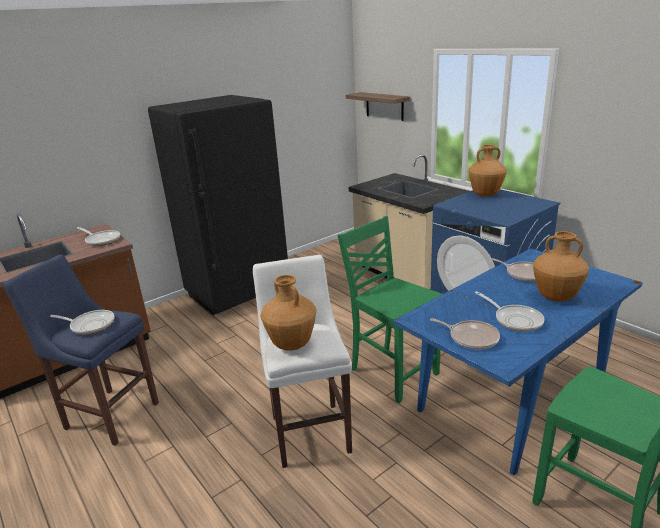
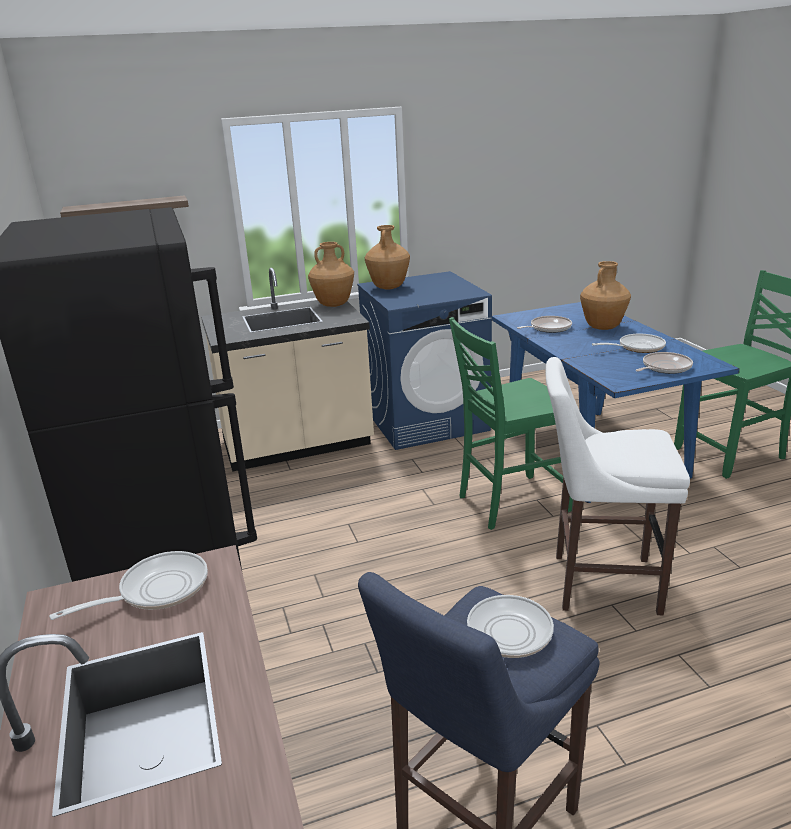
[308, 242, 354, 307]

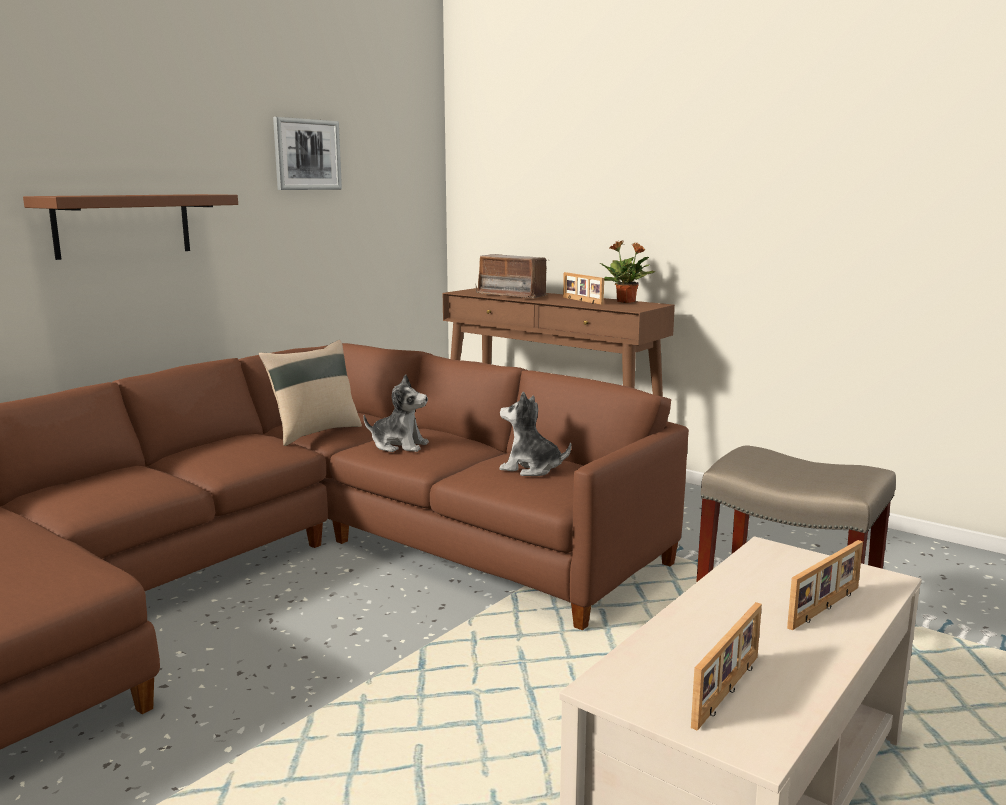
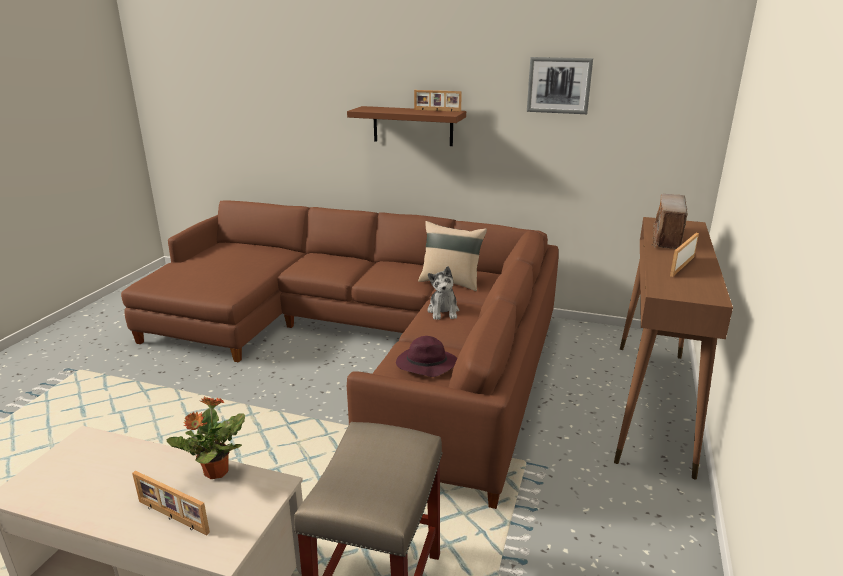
[396, 336, 457, 377]
[167, 396, 245, 479]
[414, 90, 462, 112]

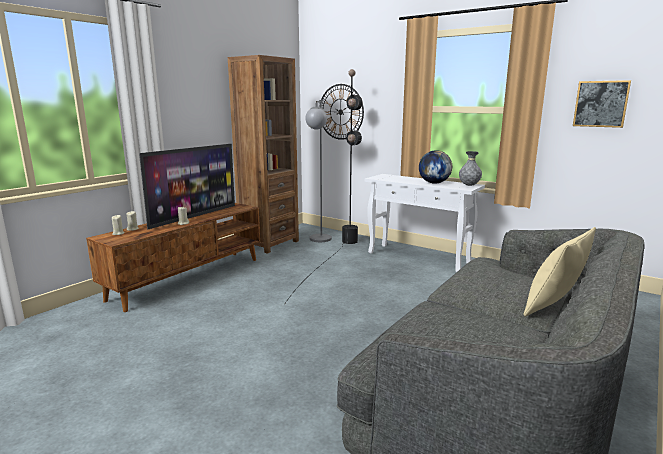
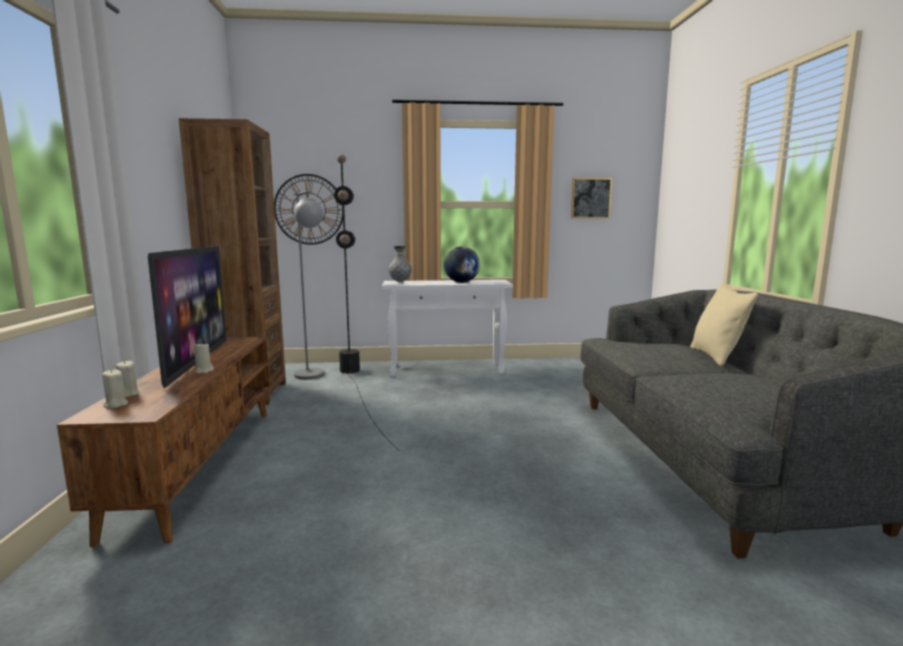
[388, 246, 412, 282]

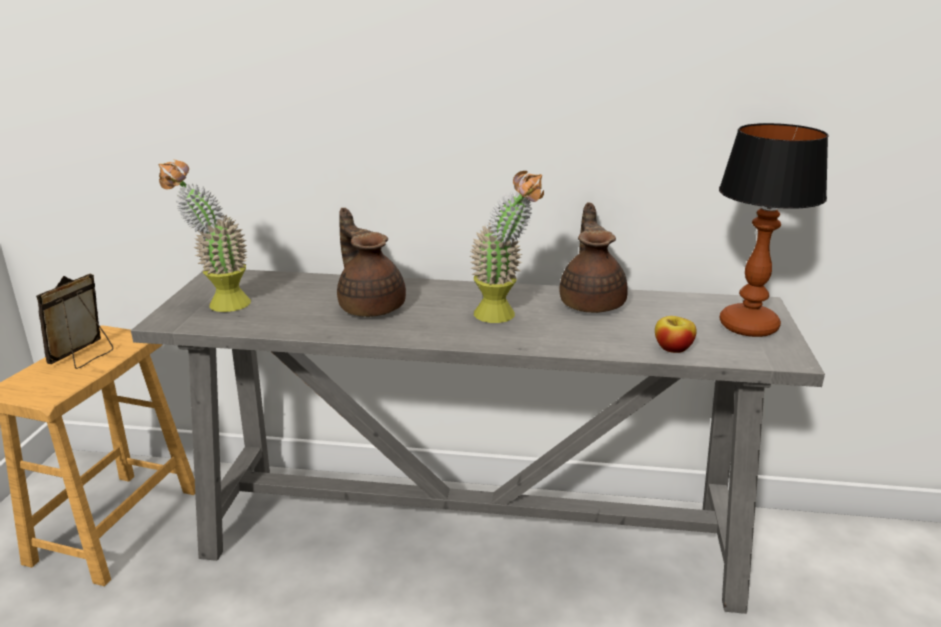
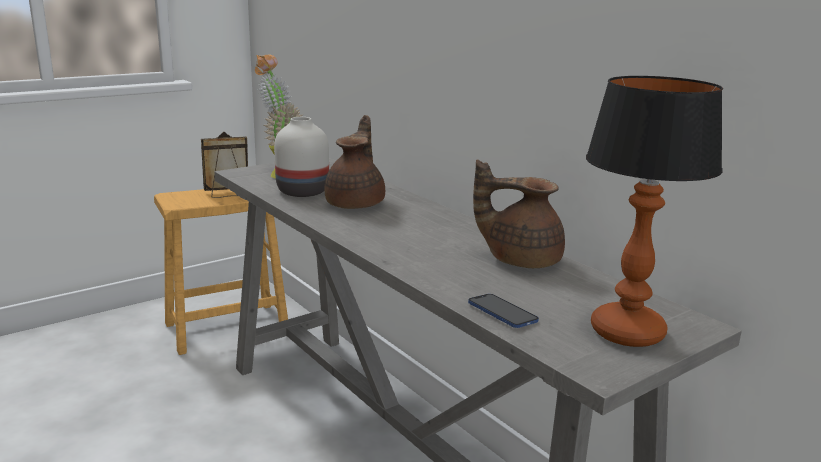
[470, 171, 544, 323] (first image)
[473, 159, 565, 268]
[468, 294, 539, 328]
[274, 117, 329, 197]

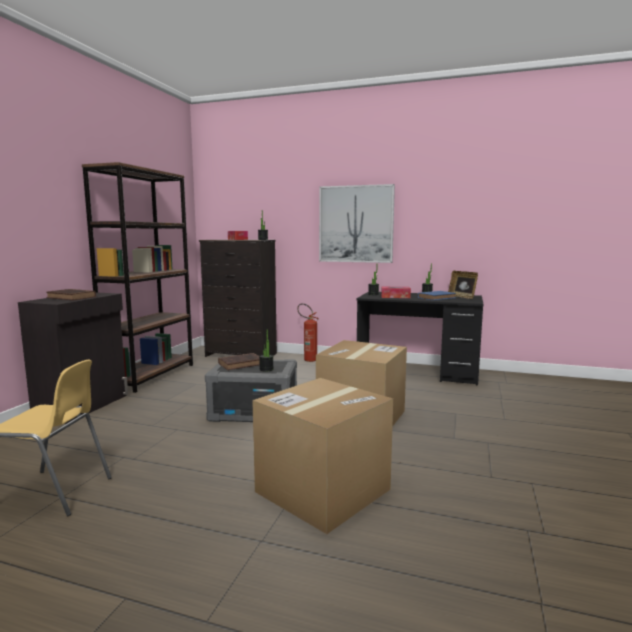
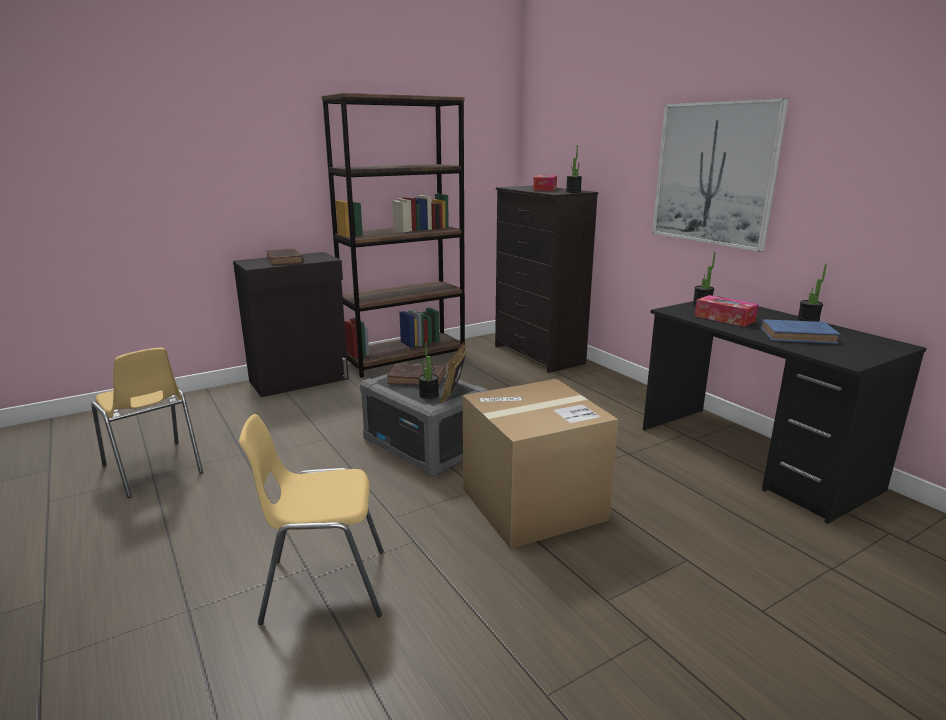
[239, 414, 384, 625]
[297, 303, 319, 362] (first image)
[440, 342, 466, 403]

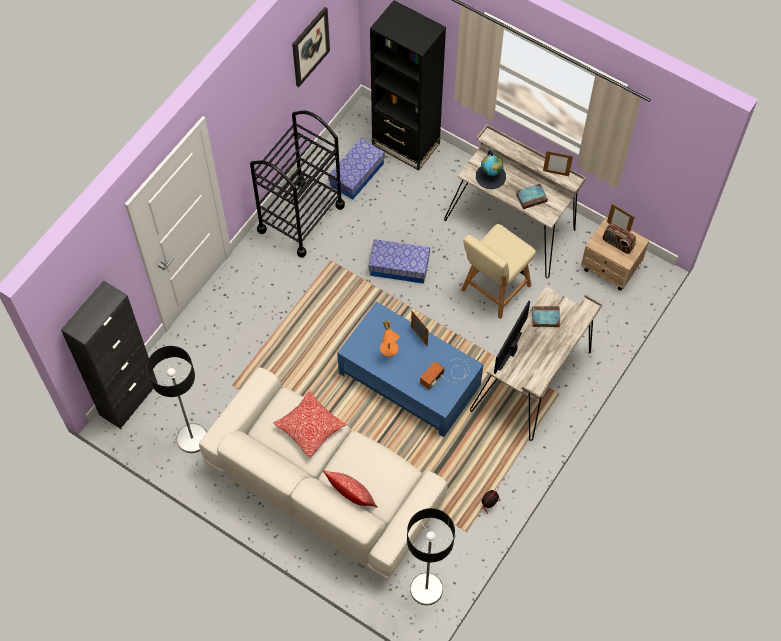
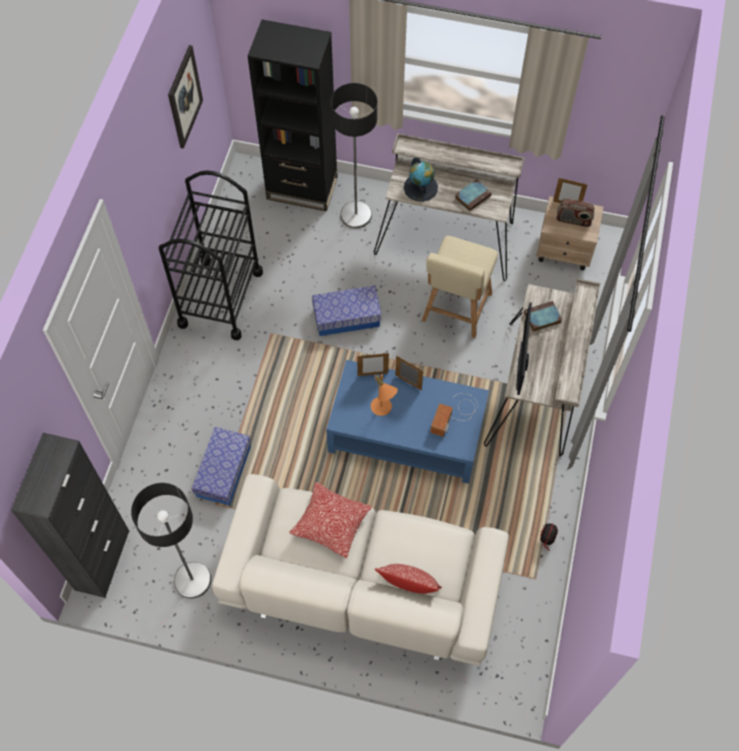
[191, 427, 251, 505]
[331, 83, 377, 228]
[357, 353, 389, 376]

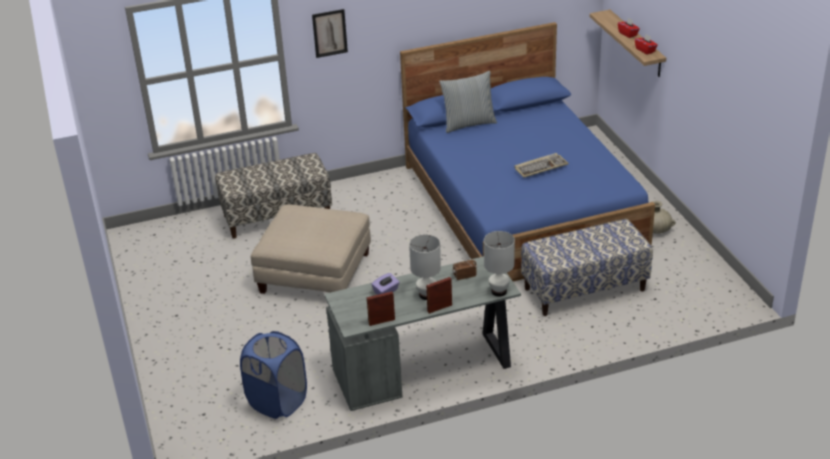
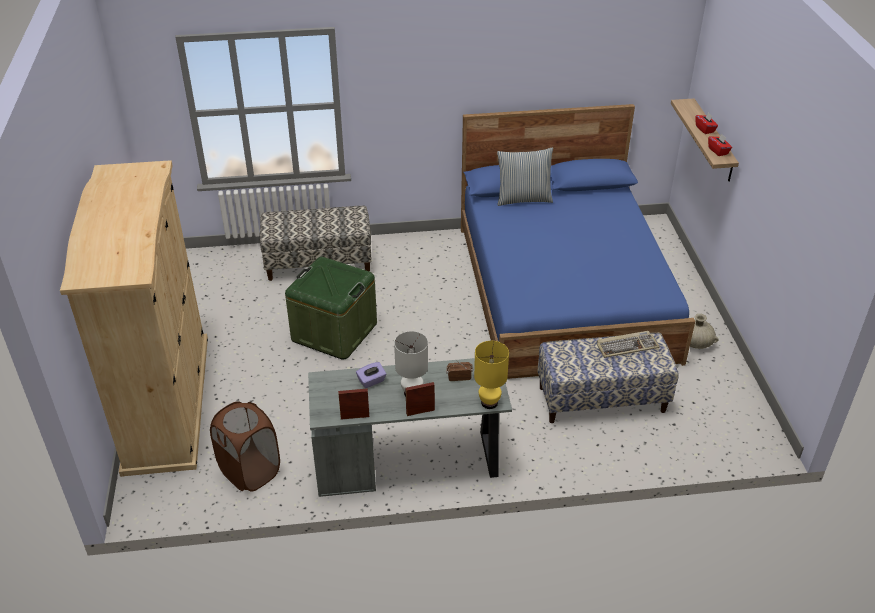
[210, 401, 280, 491]
[285, 257, 377, 359]
[312, 9, 348, 58] (first image)
[474, 341, 509, 409]
[597, 331, 660, 358]
[60, 160, 208, 477]

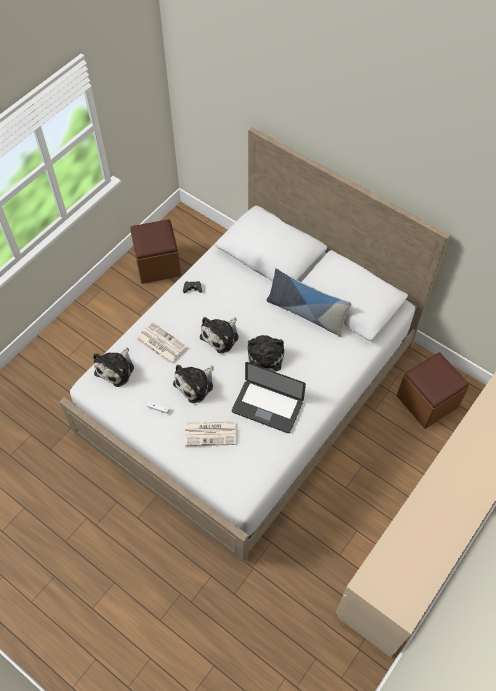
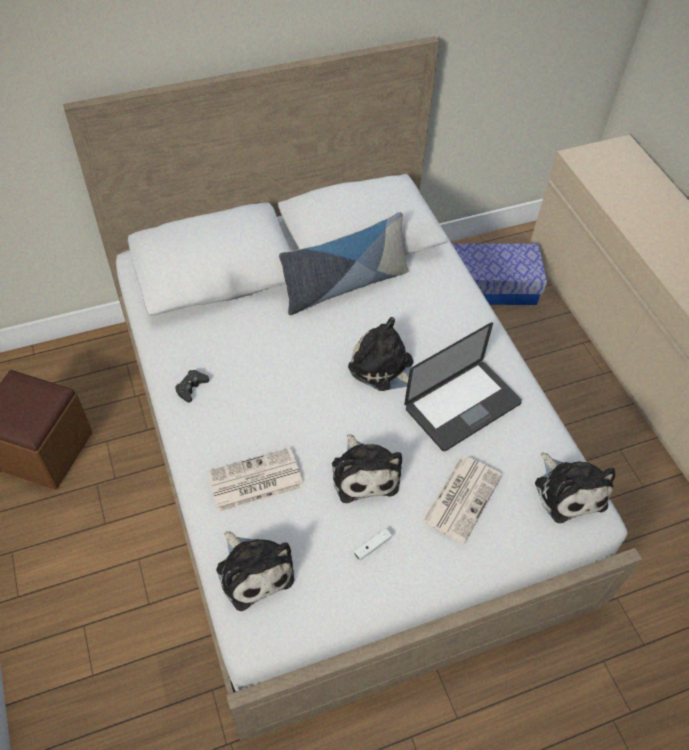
[535, 452, 615, 523]
[452, 243, 547, 305]

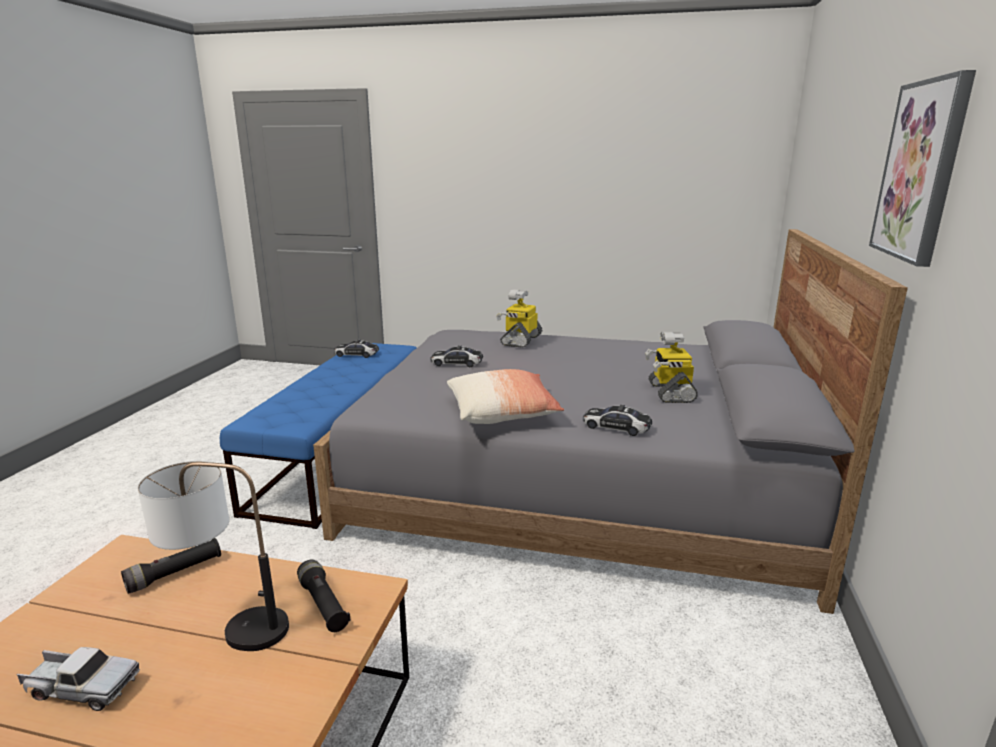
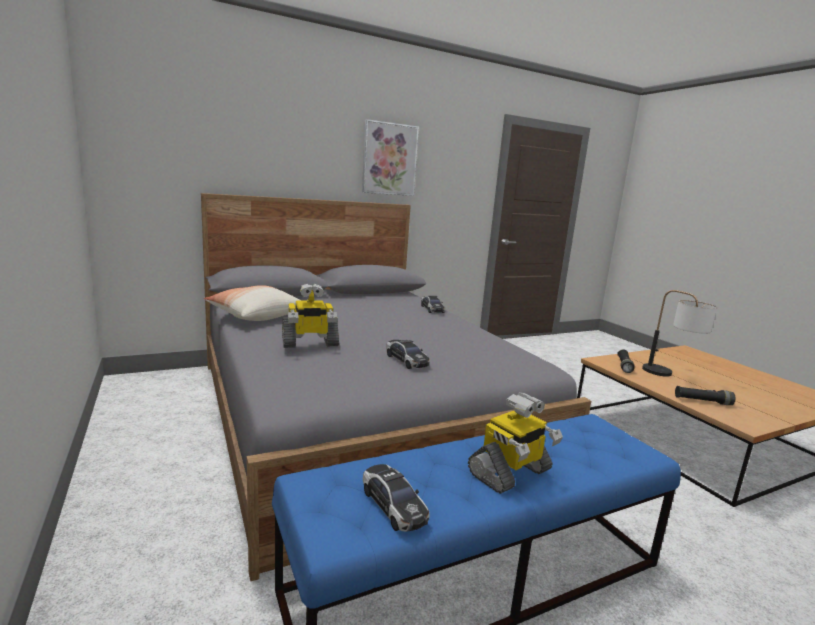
[17, 647, 140, 711] (first image)
[204, 285, 299, 321]
[468, 392, 563, 494]

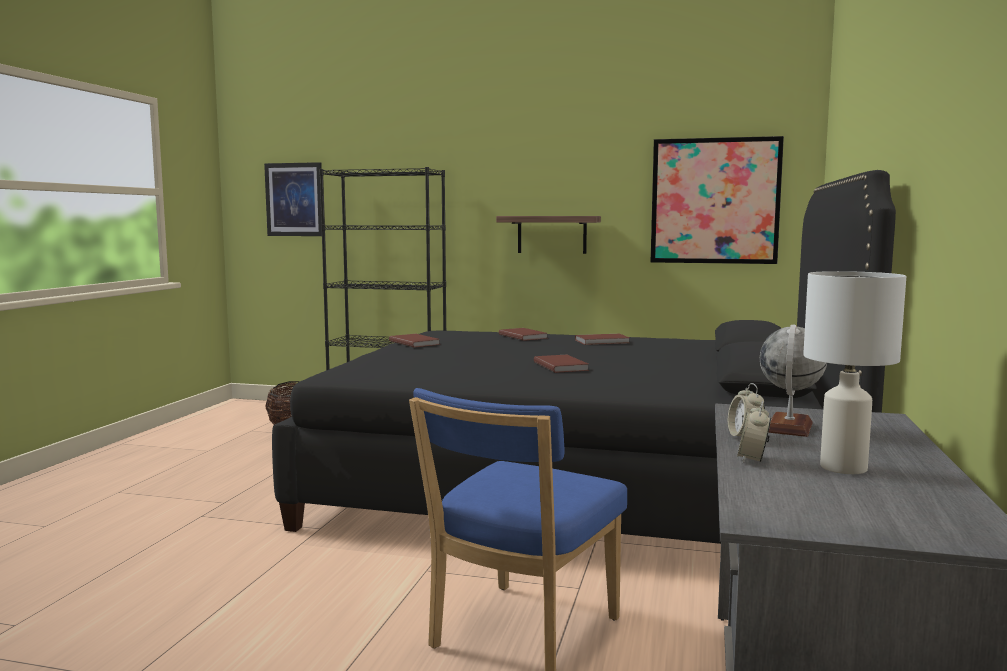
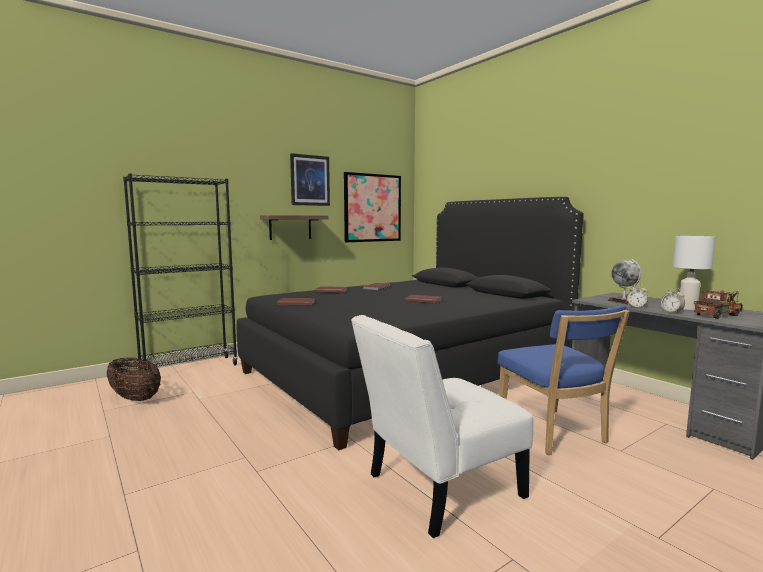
[290, 153, 330, 206]
[351, 315, 533, 538]
[694, 290, 743, 319]

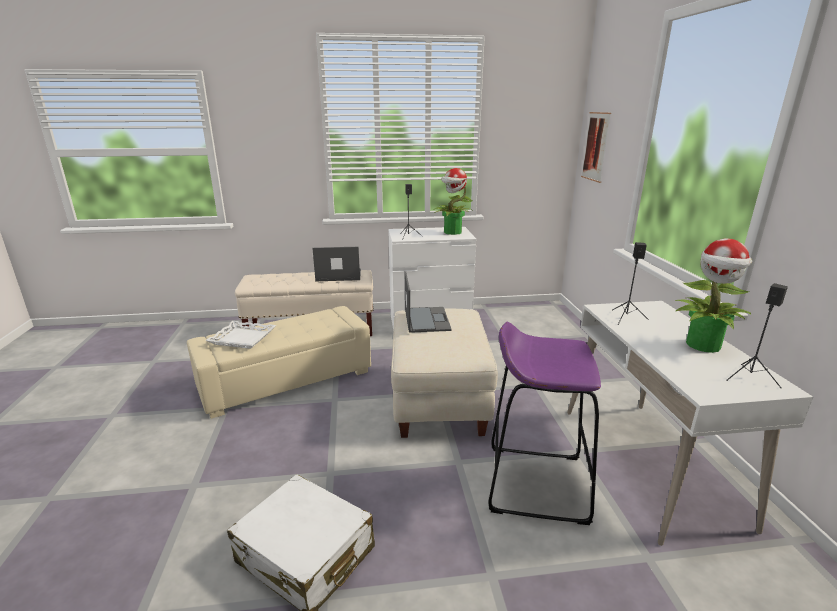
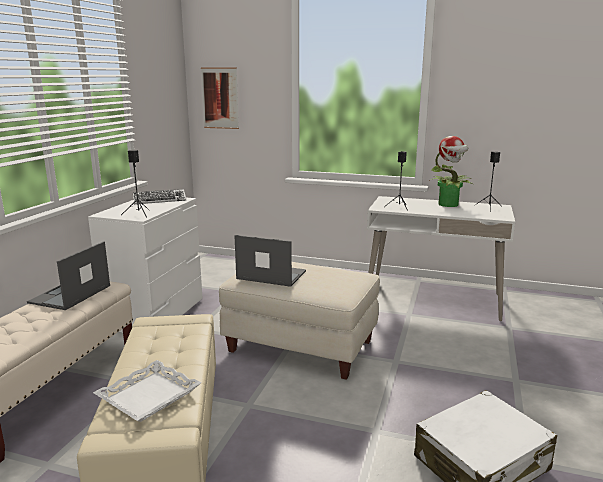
[133, 189, 186, 204]
[489, 322, 601, 525] (first image)

